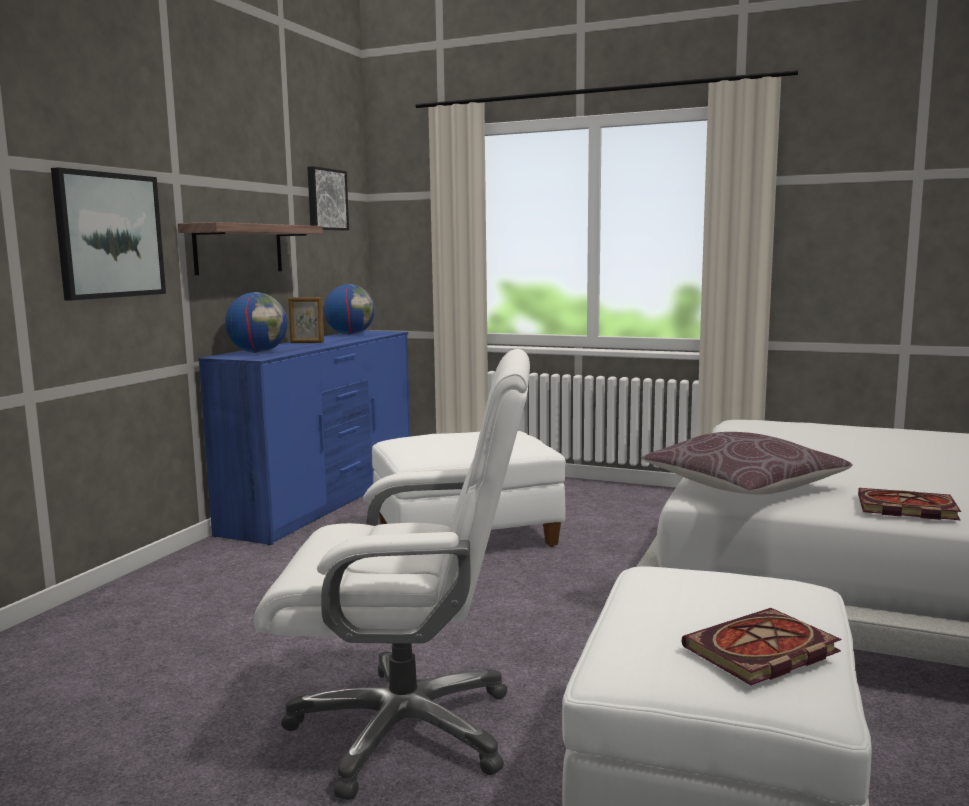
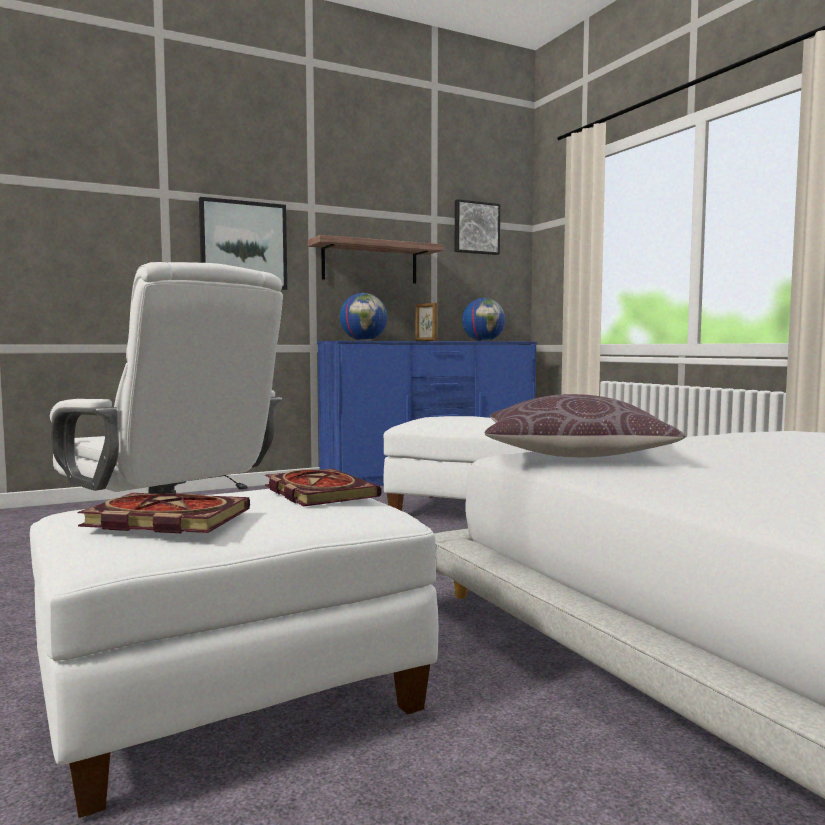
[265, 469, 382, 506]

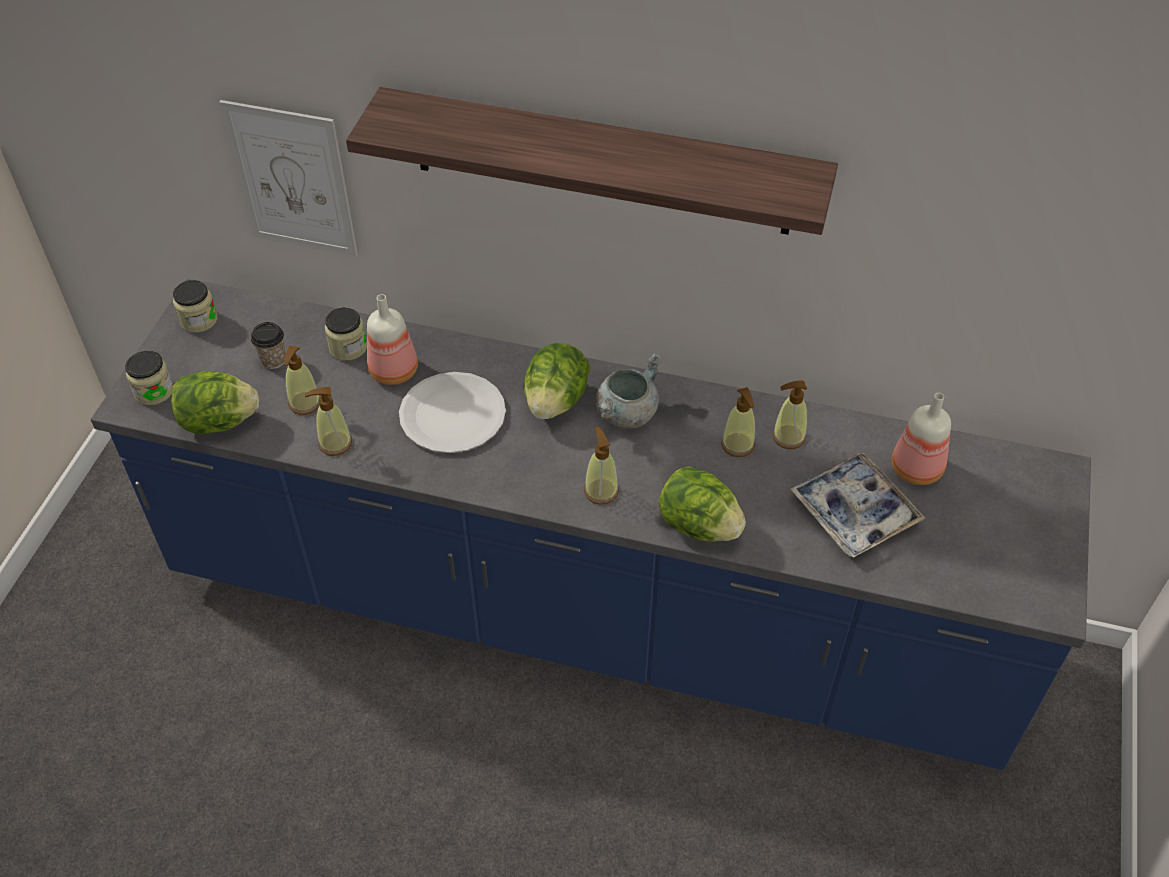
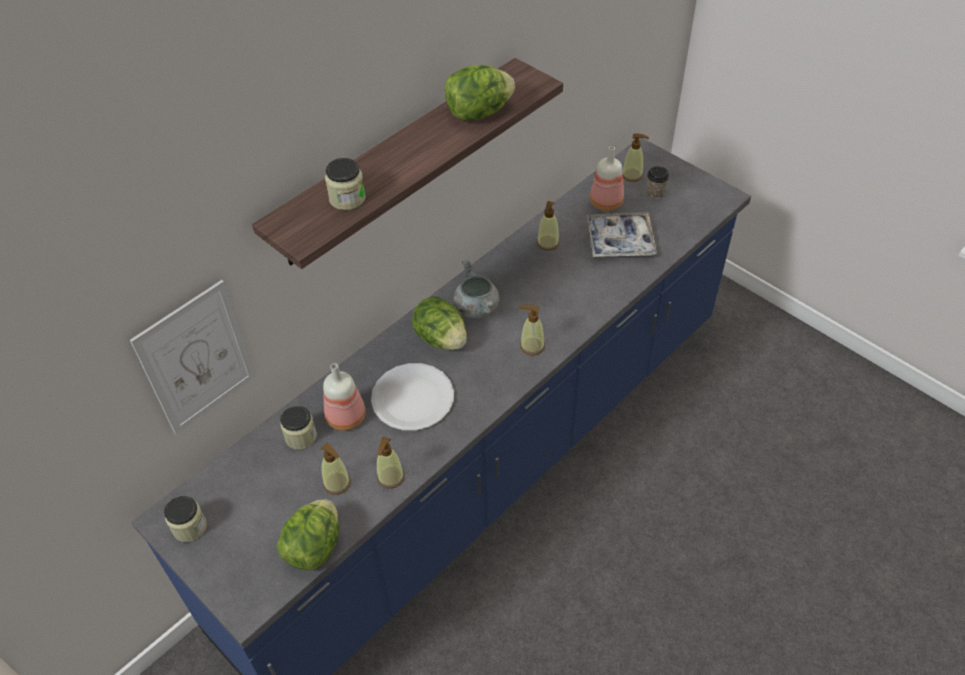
[325, 158, 366, 210]
[647, 166, 669, 199]
[444, 65, 515, 121]
[623, 134, 649, 182]

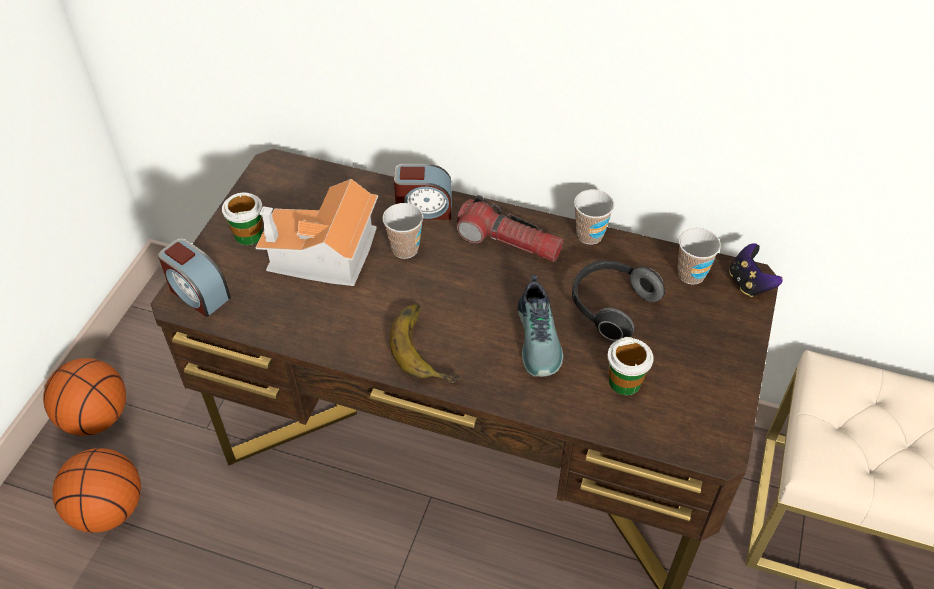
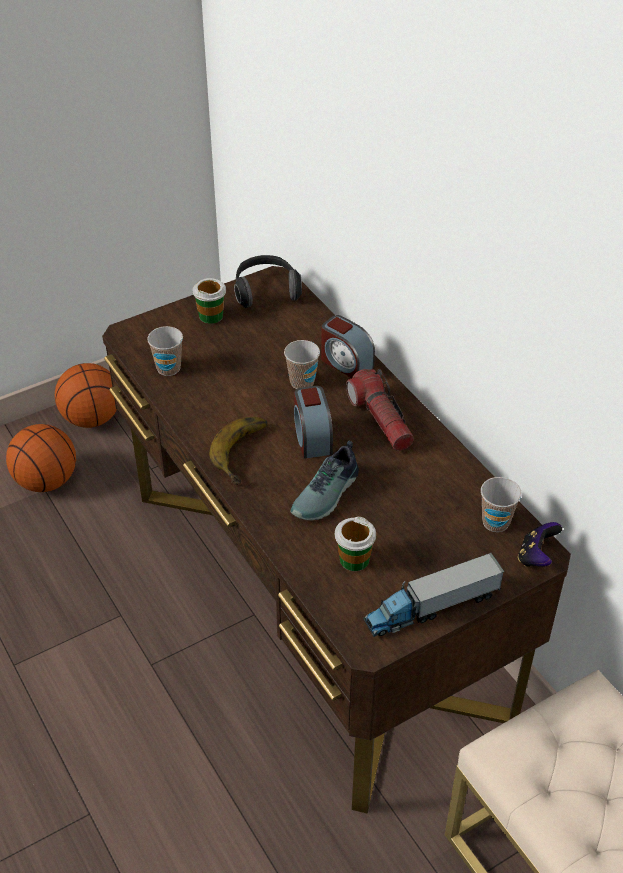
[294, 386, 333, 459]
[255, 179, 378, 286] (first image)
[234, 255, 302, 308]
[147, 326, 183, 376]
[364, 553, 504, 637]

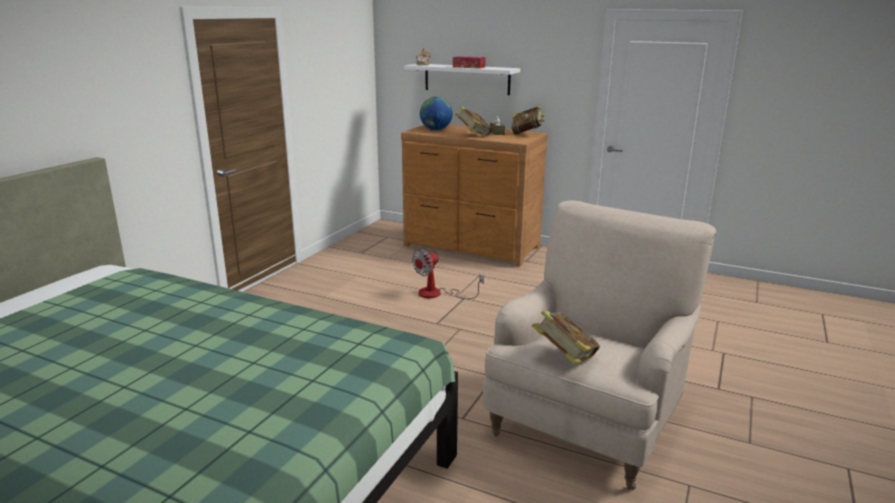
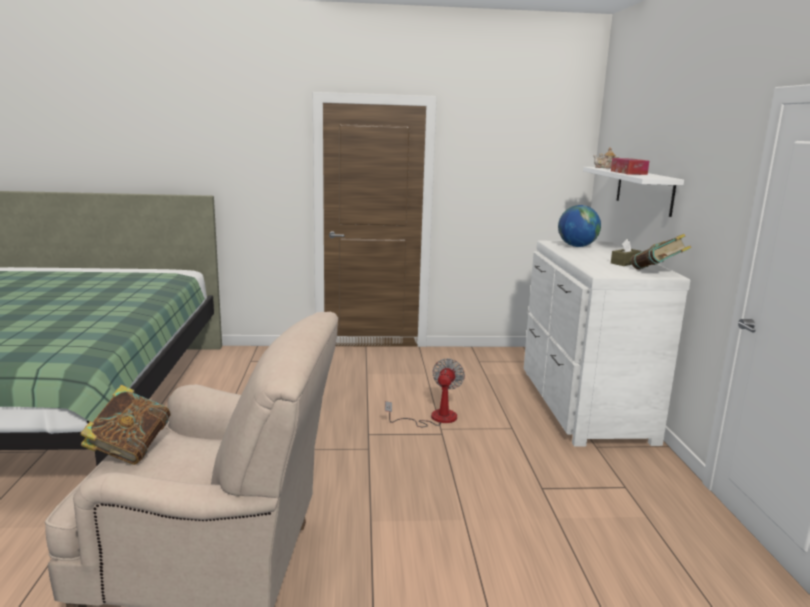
[524, 240, 691, 447]
[385, 358, 465, 427]
[455, 106, 492, 136] (first image)

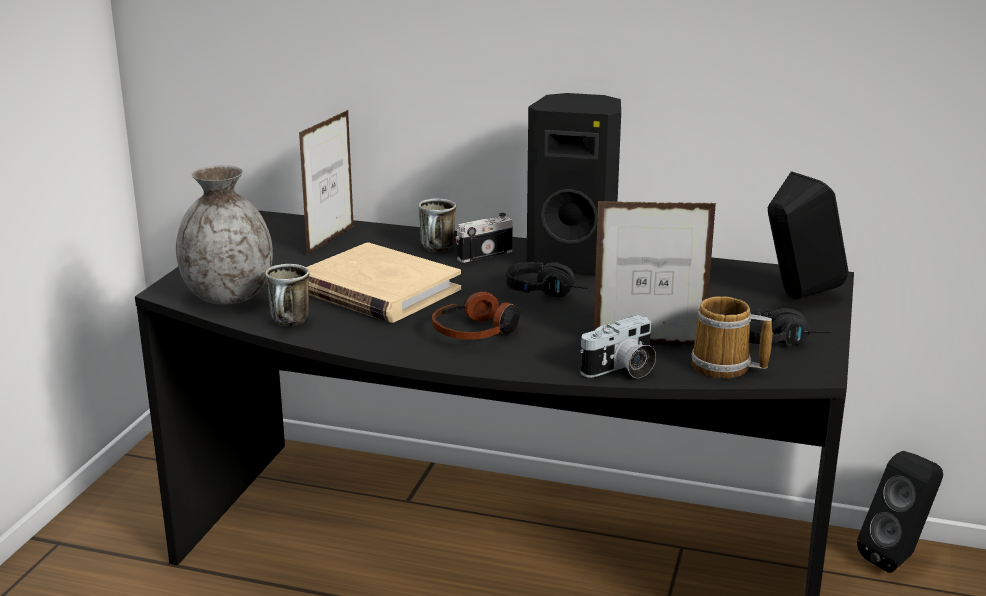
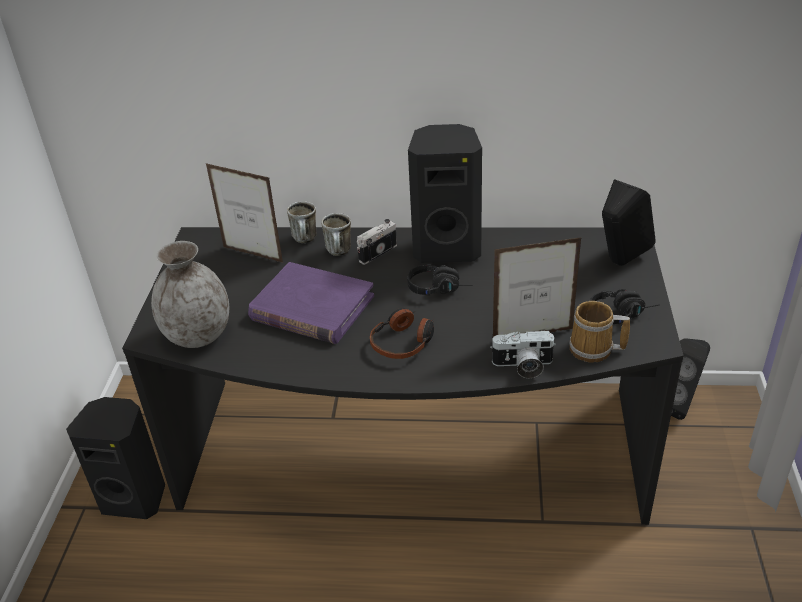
[287, 201, 317, 243]
[206, 163, 283, 263]
[248, 262, 374, 344]
[490, 330, 556, 378]
[66, 397, 165, 519]

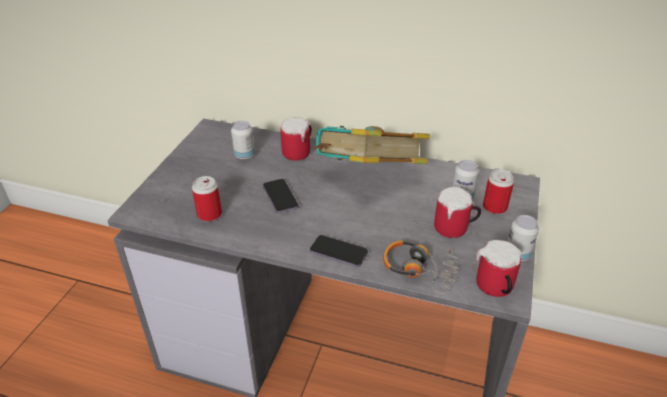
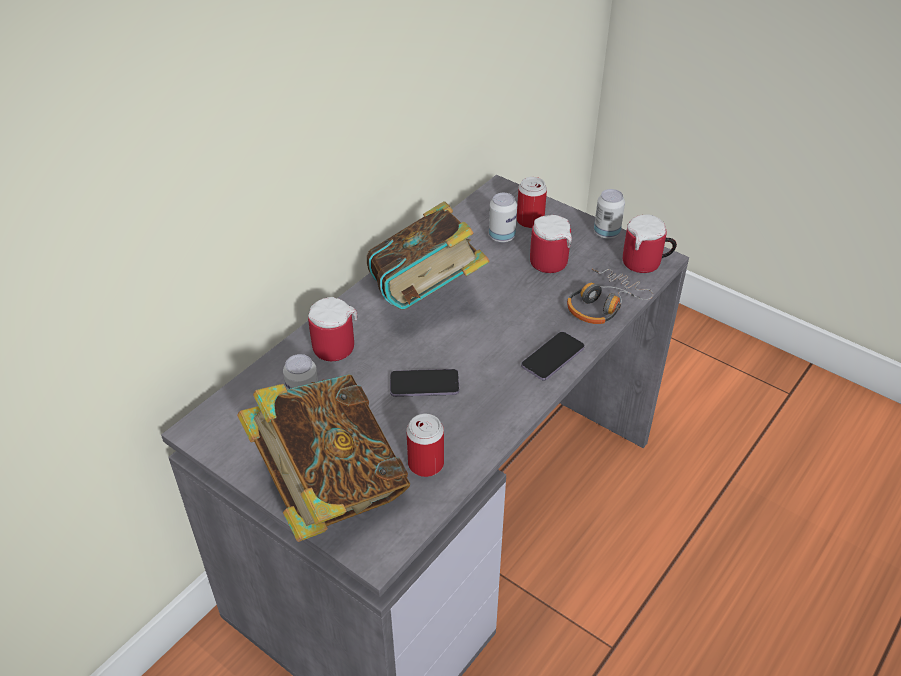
[237, 375, 410, 542]

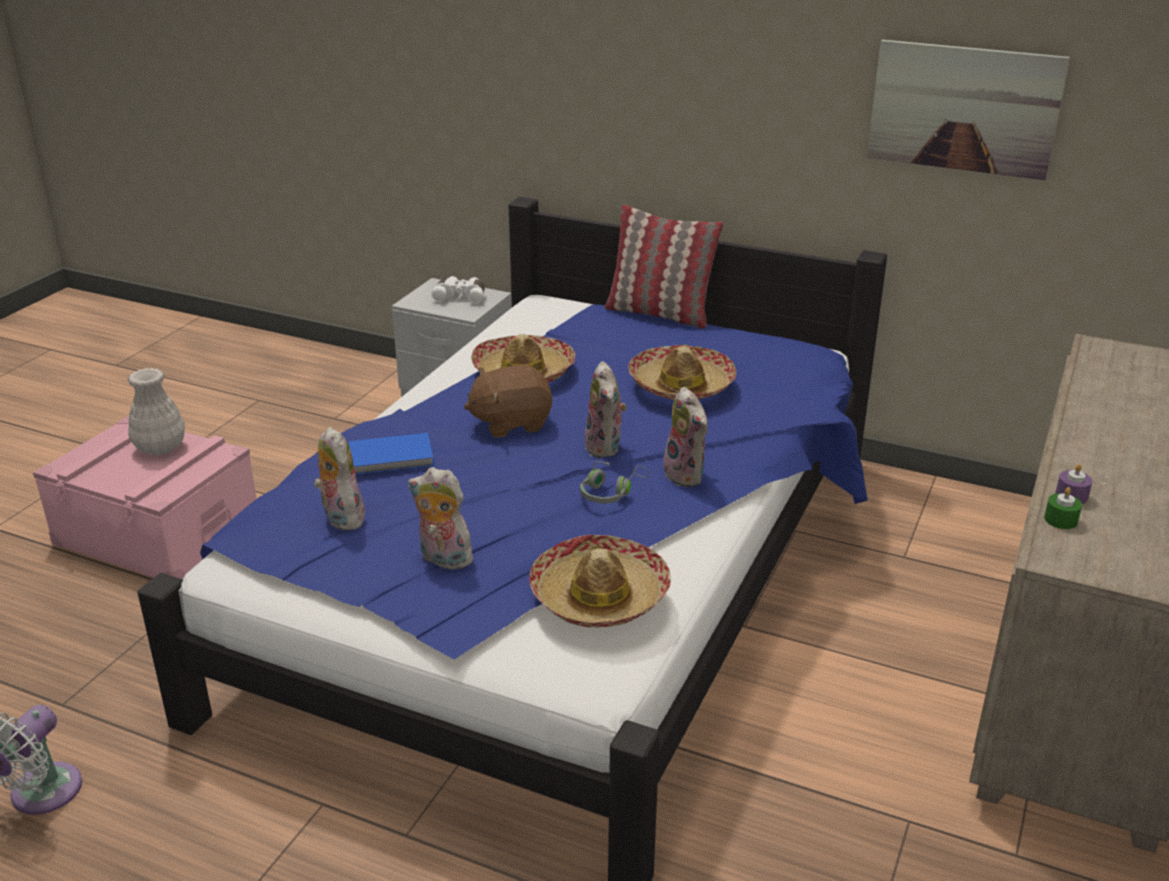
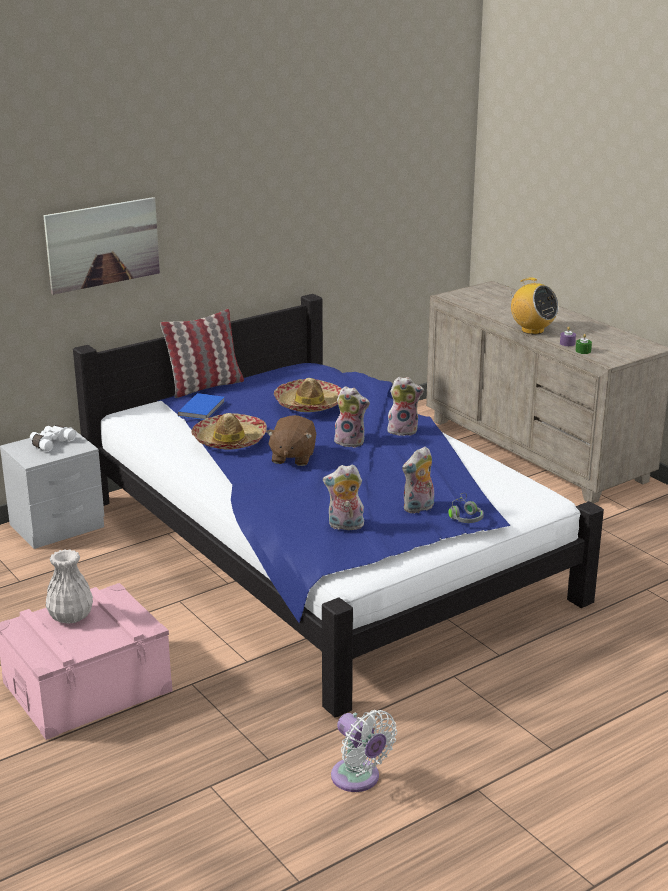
[177, 393, 224, 420]
[529, 535, 671, 628] (first image)
[448, 493, 484, 523]
[43, 197, 160, 295]
[508, 278, 559, 334]

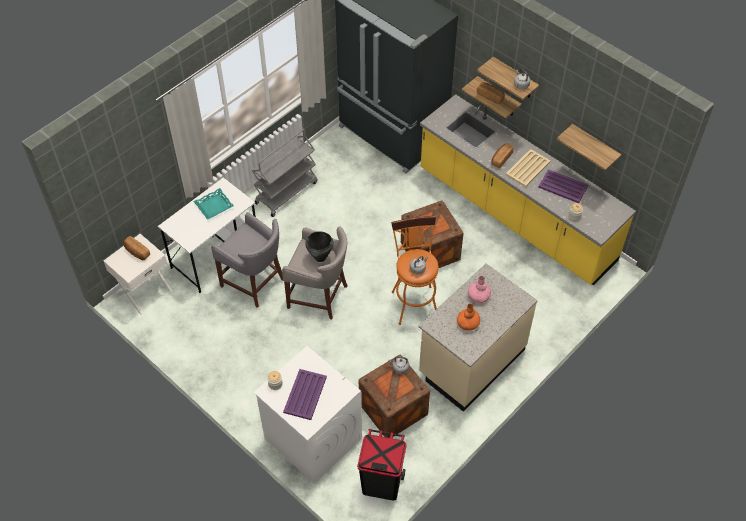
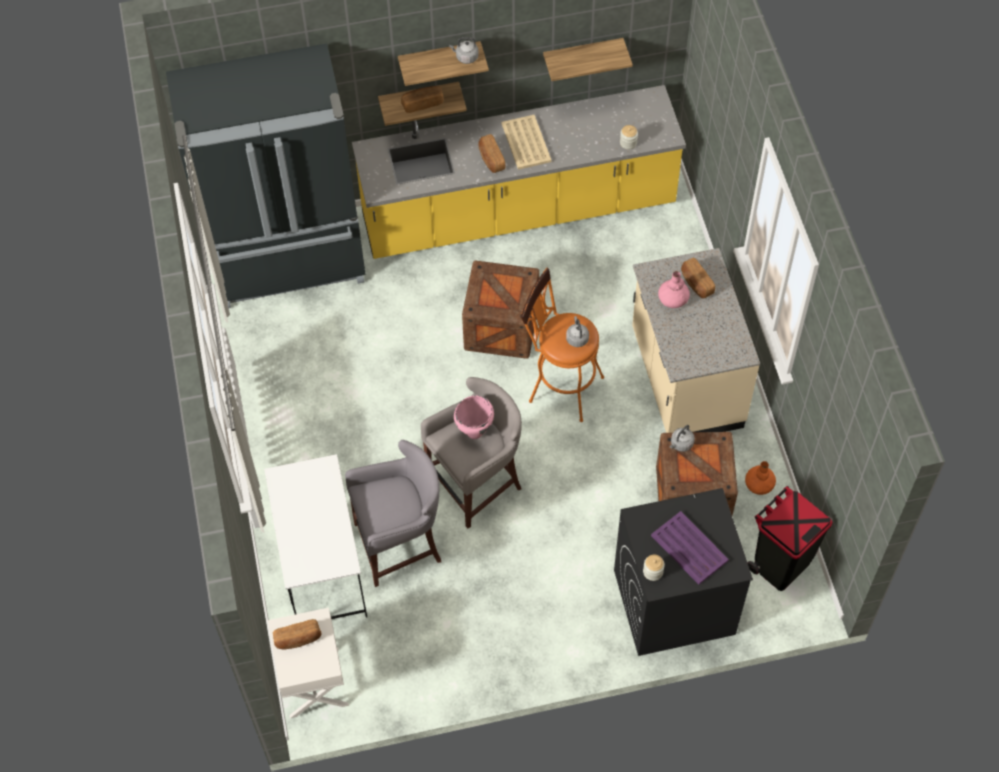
[193, 188, 234, 220] (first image)
[252, 129, 318, 217] (first image)
[614, 488, 753, 656]
[454, 396, 494, 439]
[745, 461, 776, 495]
[538, 169, 588, 203] (first image)
[681, 258, 715, 298]

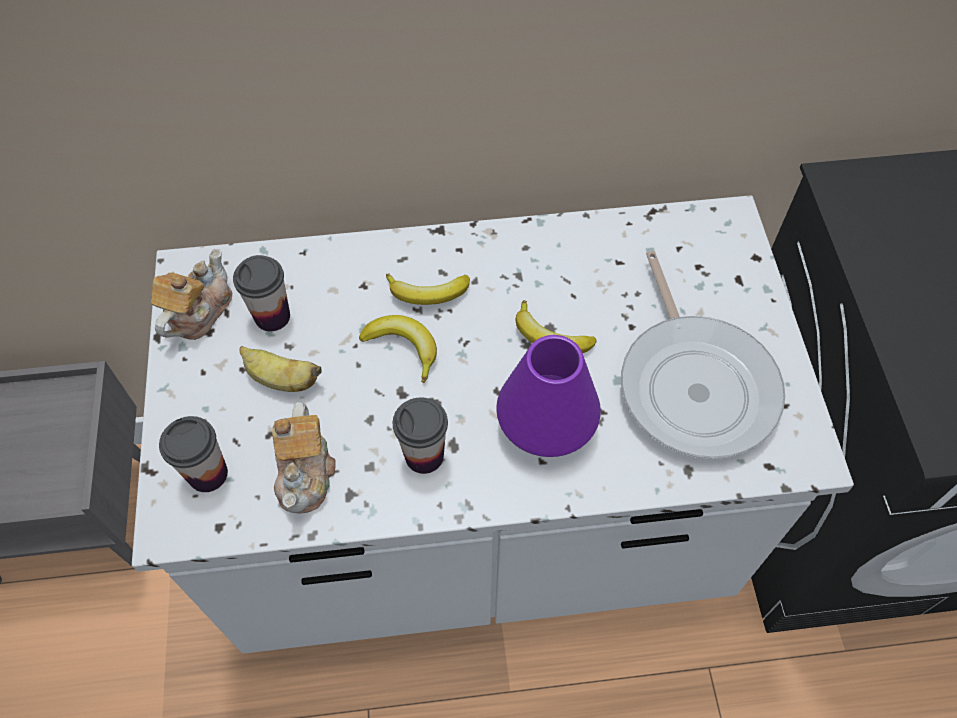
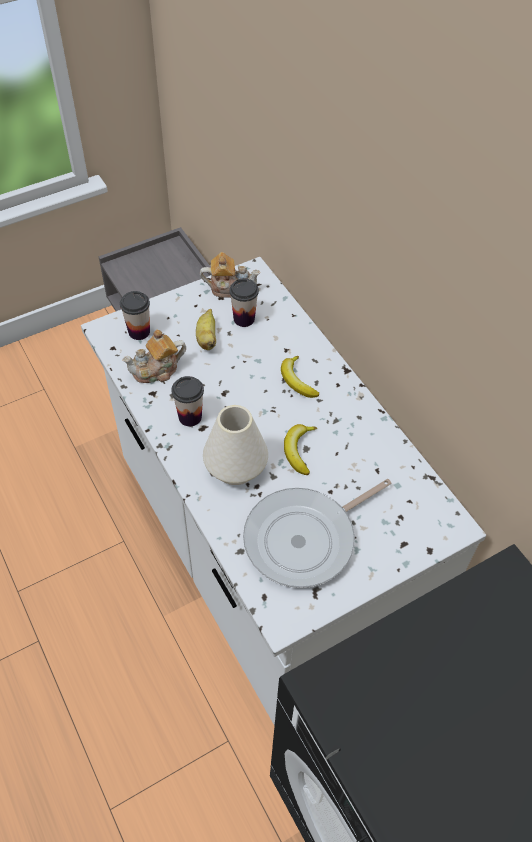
[359, 315, 437, 383] (first image)
[203, 405, 268, 485]

